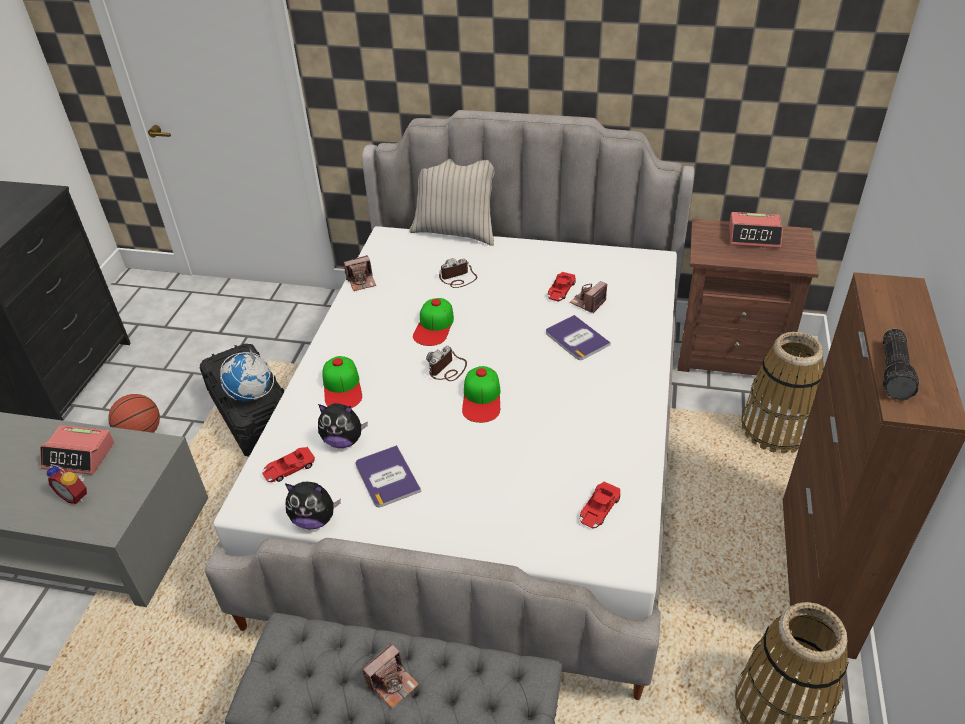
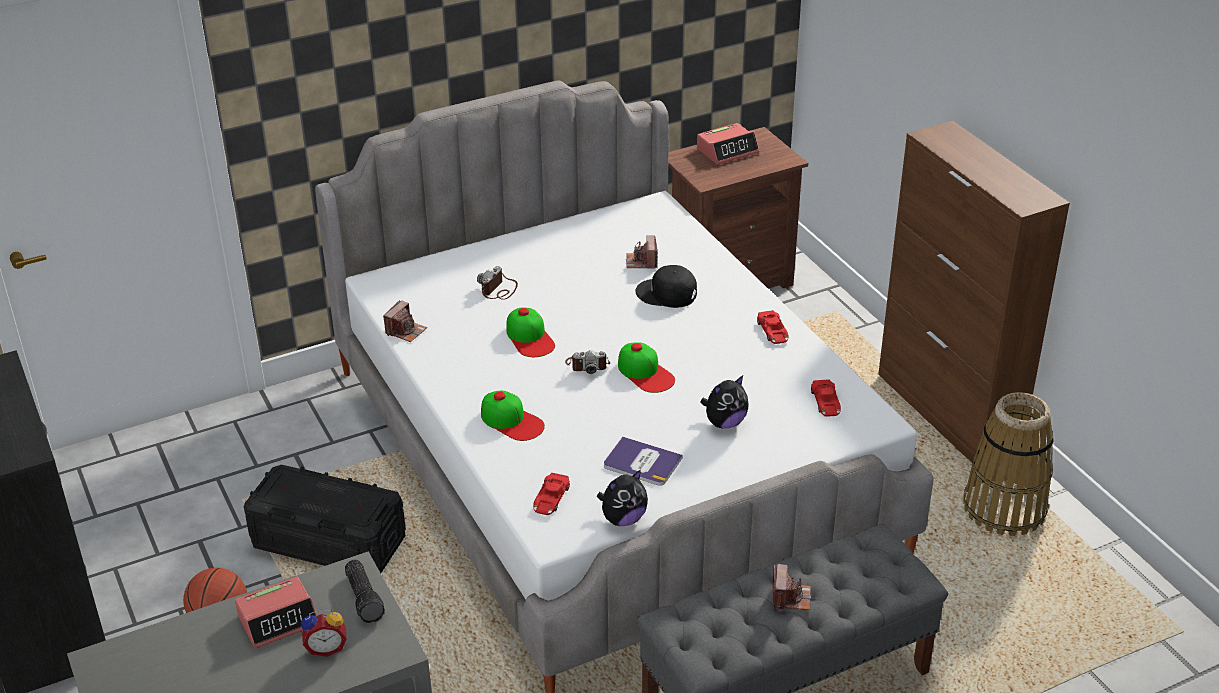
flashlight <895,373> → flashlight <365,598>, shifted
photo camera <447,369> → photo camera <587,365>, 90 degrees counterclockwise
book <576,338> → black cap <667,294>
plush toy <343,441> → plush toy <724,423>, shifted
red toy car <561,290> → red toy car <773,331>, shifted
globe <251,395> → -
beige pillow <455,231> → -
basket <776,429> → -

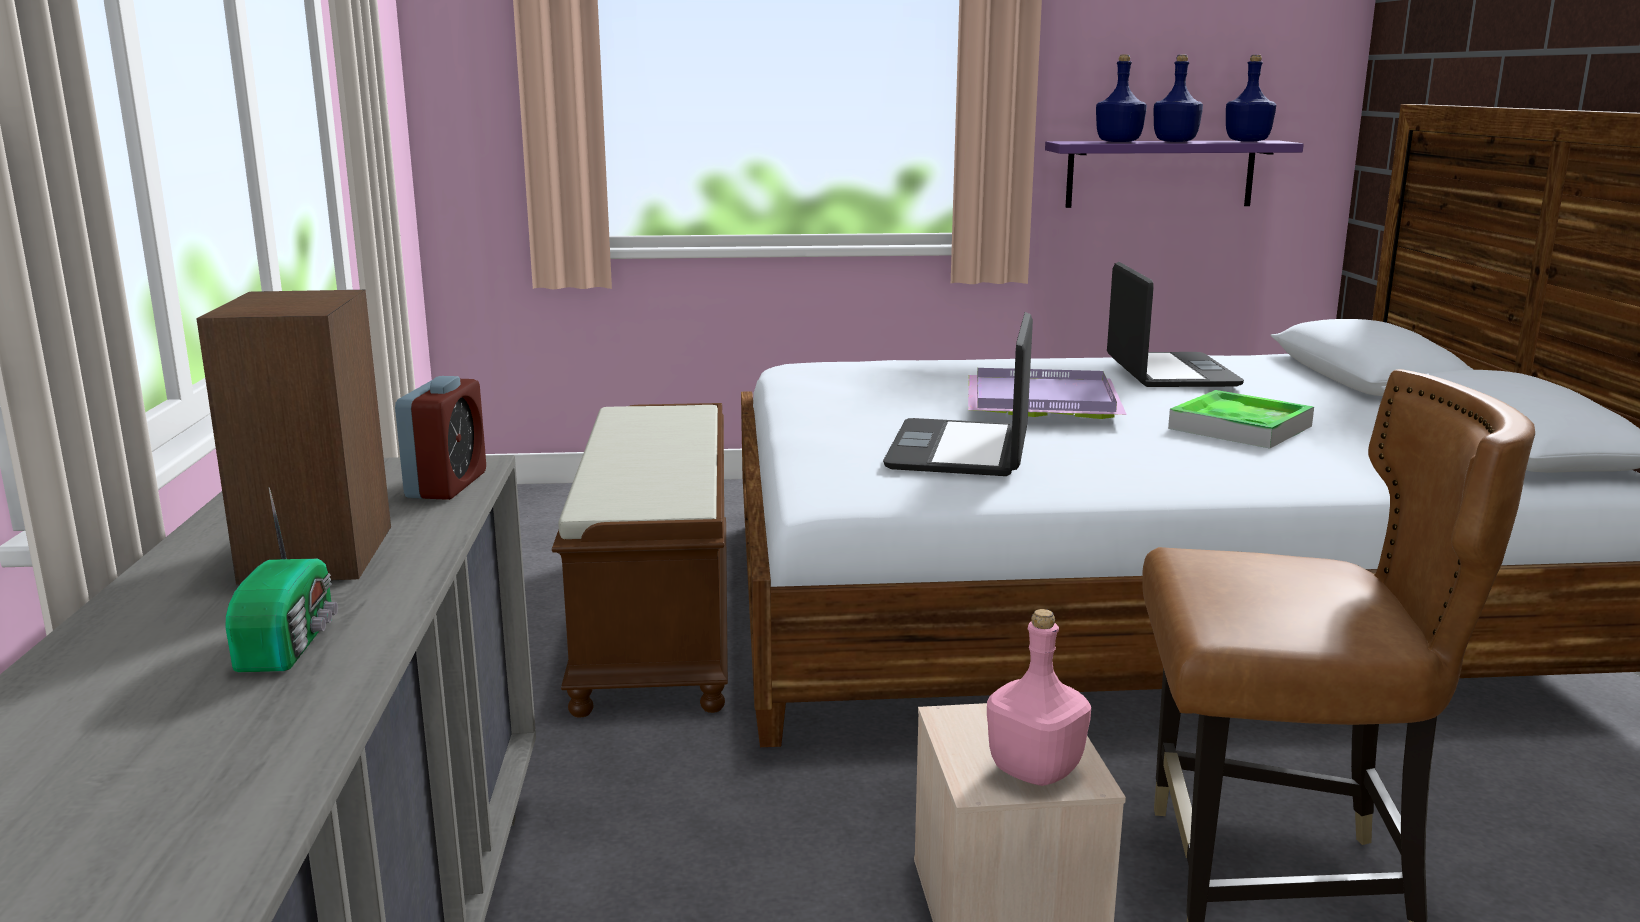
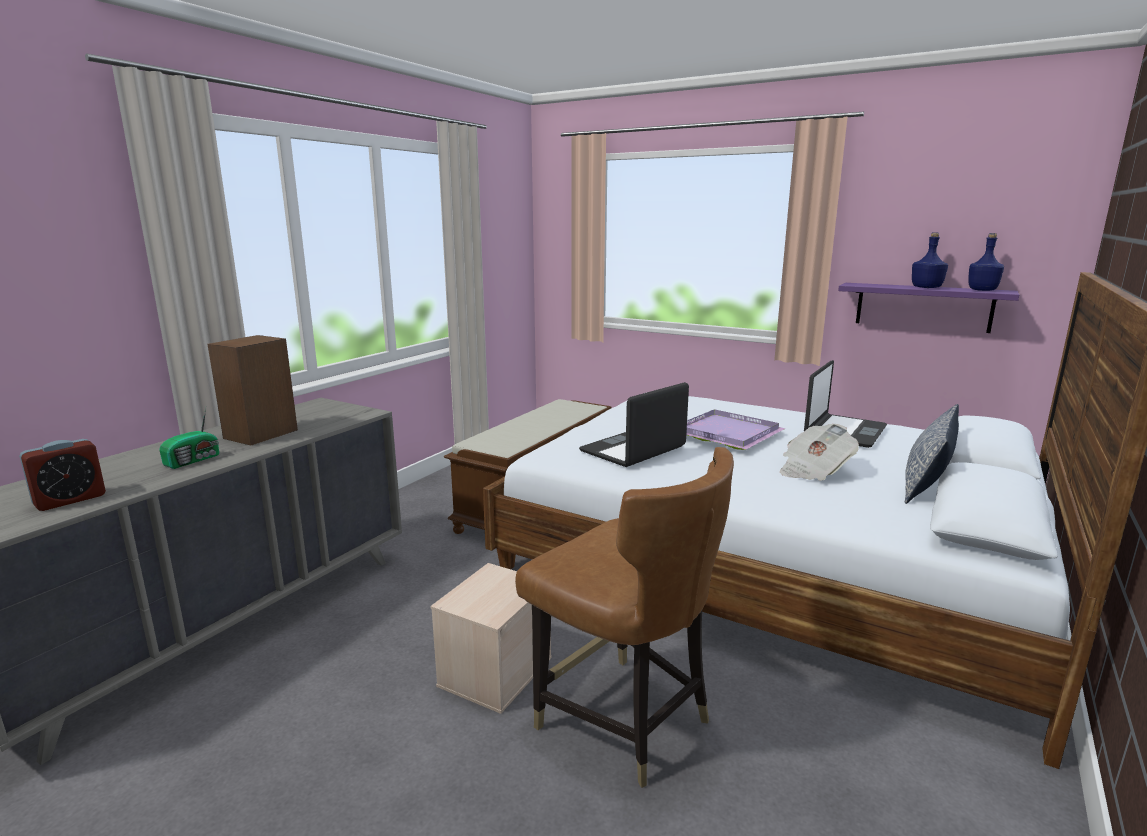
alarm clock <447,485> → alarm clock <70,500>, shifted
tray <1240,427> → newspaper <813,471>
- → pillow <927,480>
pink bottle <1035,769> → -
blue bottle <1118,142> → -

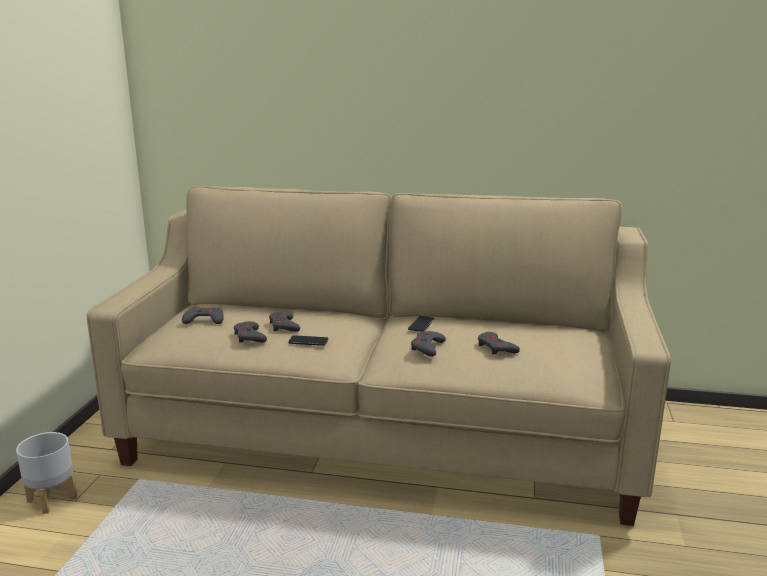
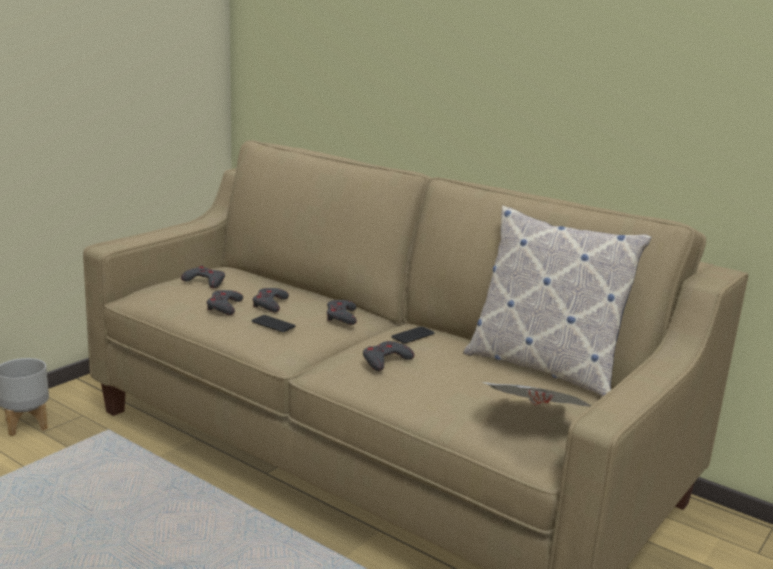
grey game controller <496,348> → grey game controller <341,316>, shifted
- → pillow <544,367>
- → newspaper <535,421>

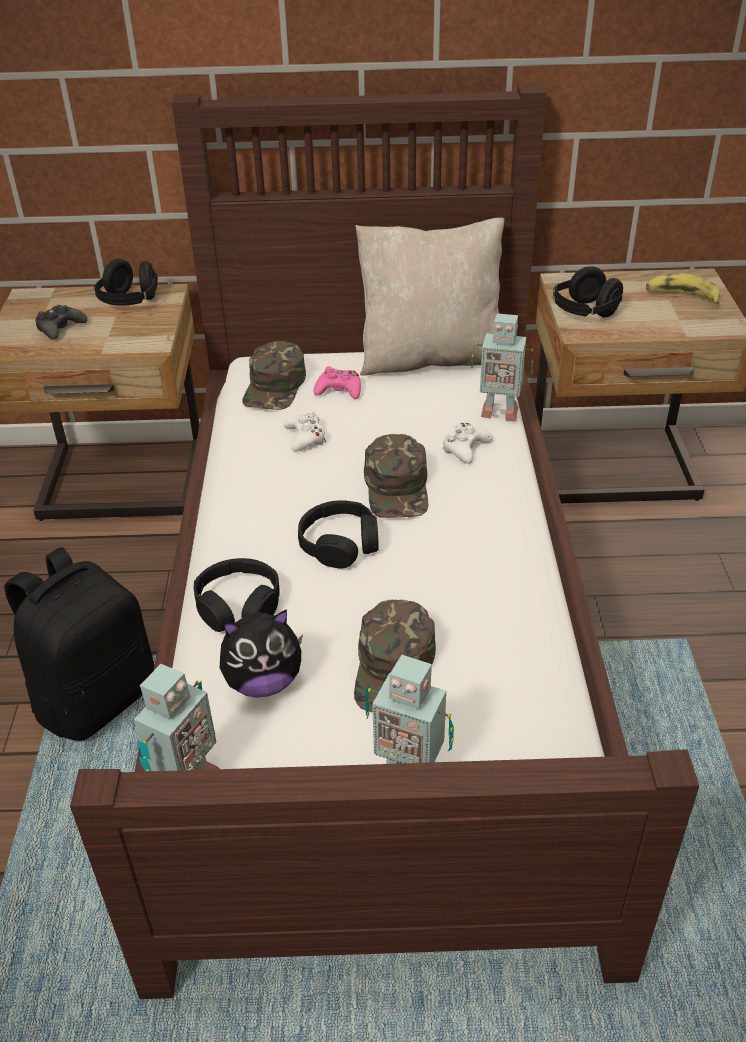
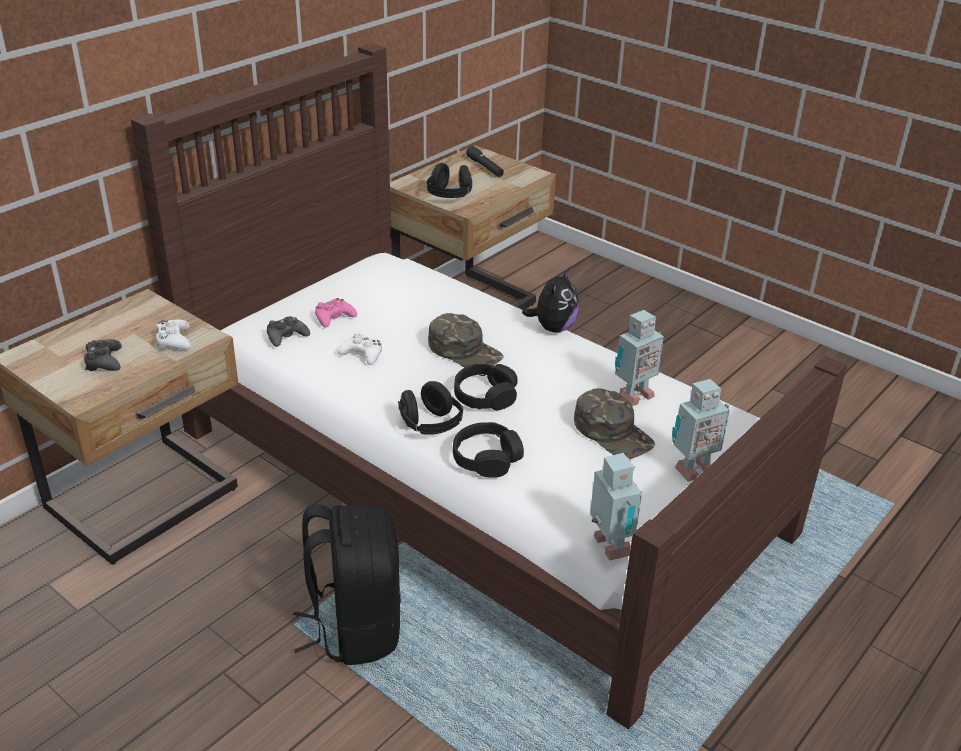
white game controller <465,448> → white game controller <173,341>, shifted
green cap <275,386> → black game controller <286,336>
black headphones <129,302> → black headphones <430,426>, shifted
banana <681,297> → black flashlight <485,167>
plush toy <263,682> → plush toy <553,328>, shifted
toy robot <498,411> → toy robot <632,395>, shifted
beige pillow <430,358> → -

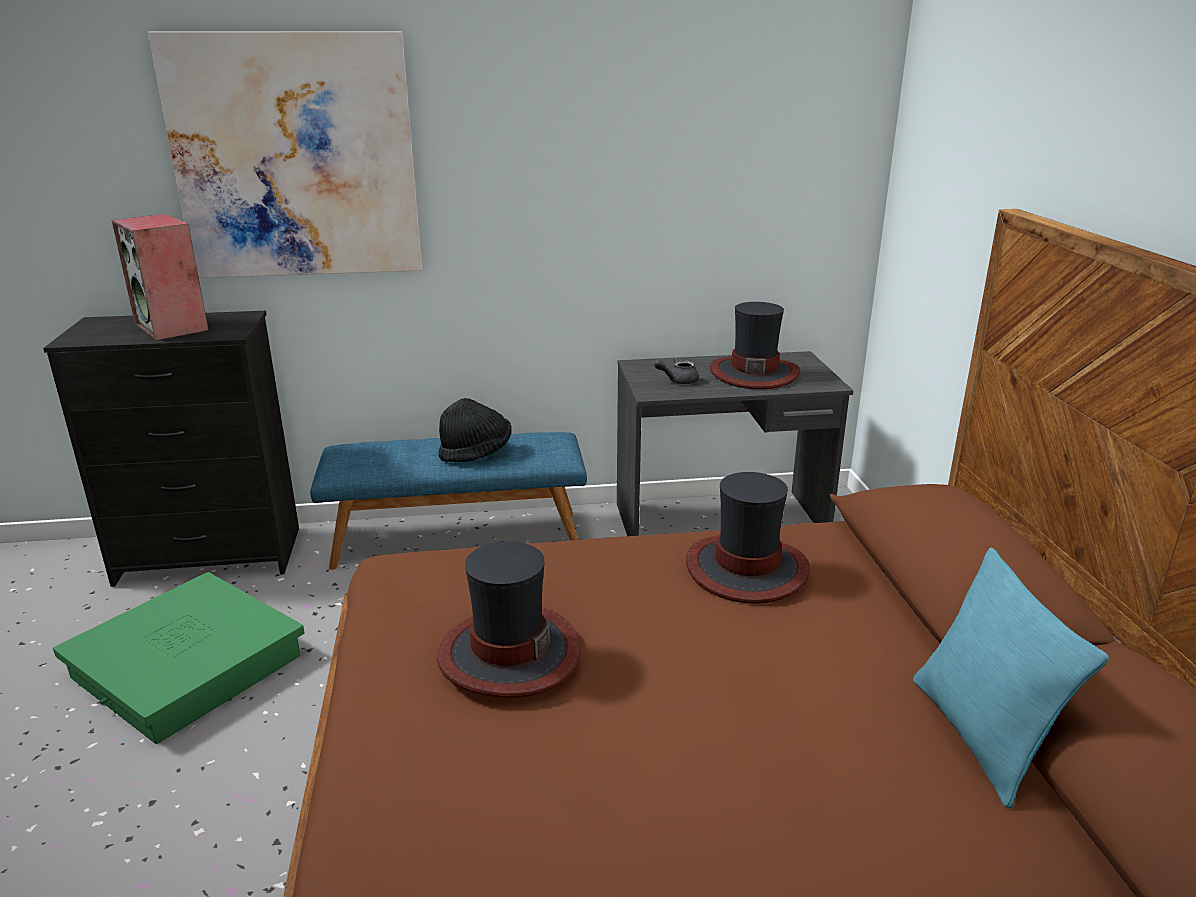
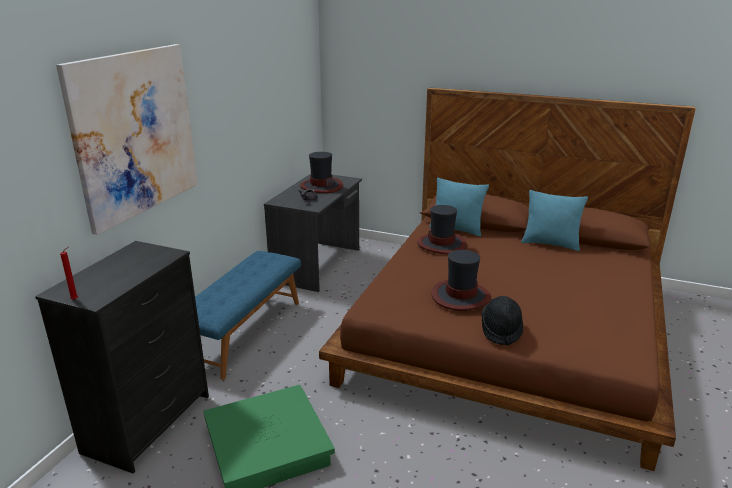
- → red candle <76,299>
- → turquoise pillow <456,229>
black hat <476,453> → black hat <501,331>, shifted
speaker <173,327> → -

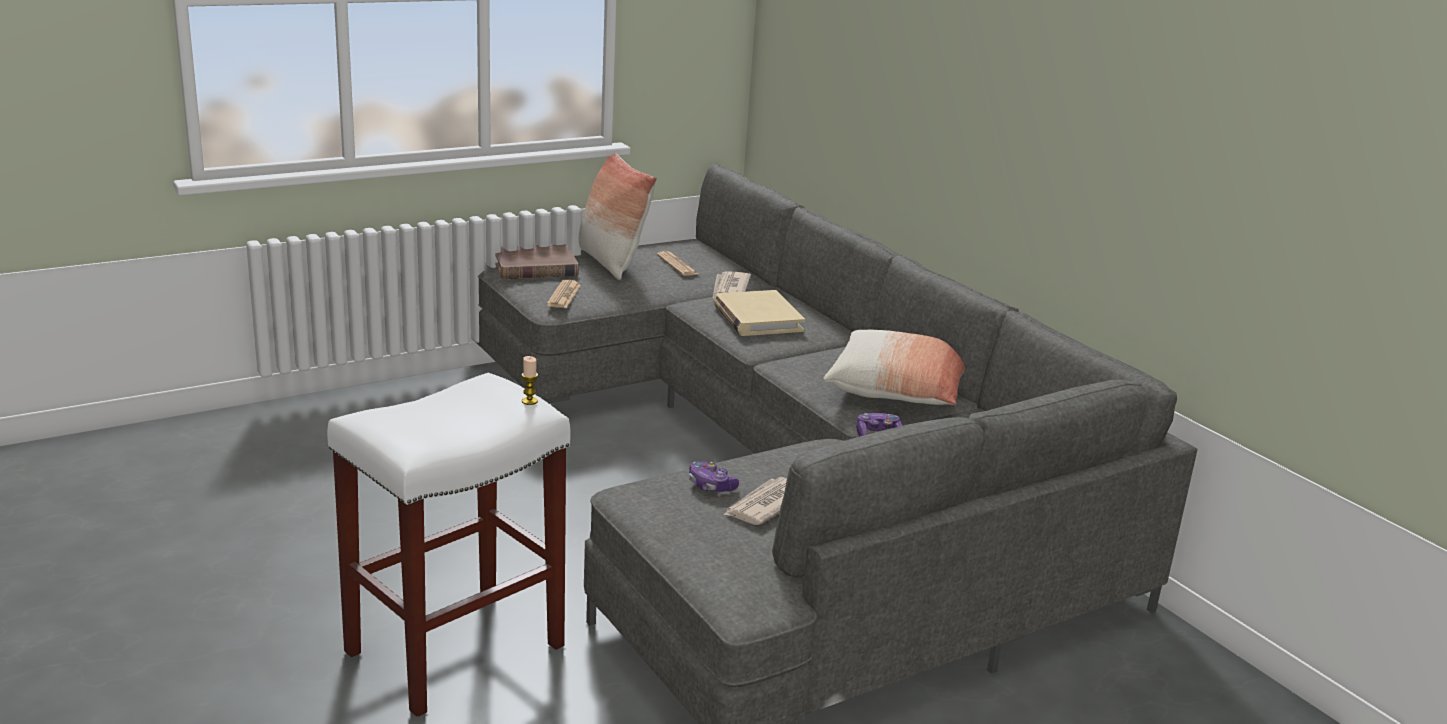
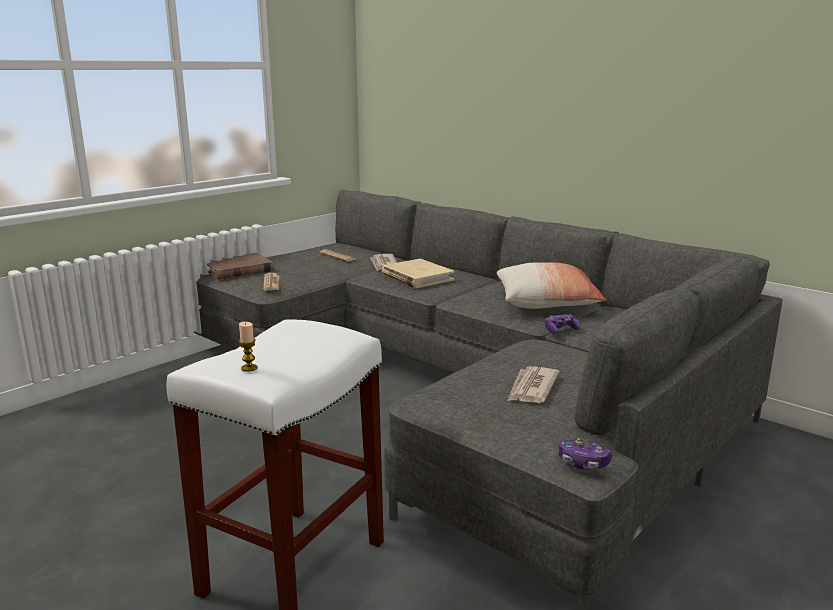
candle <529,401> → candle <249,368>, shifted
game controller <711,485> → game controller <583,463>, shifted
pillow <610,262> → -

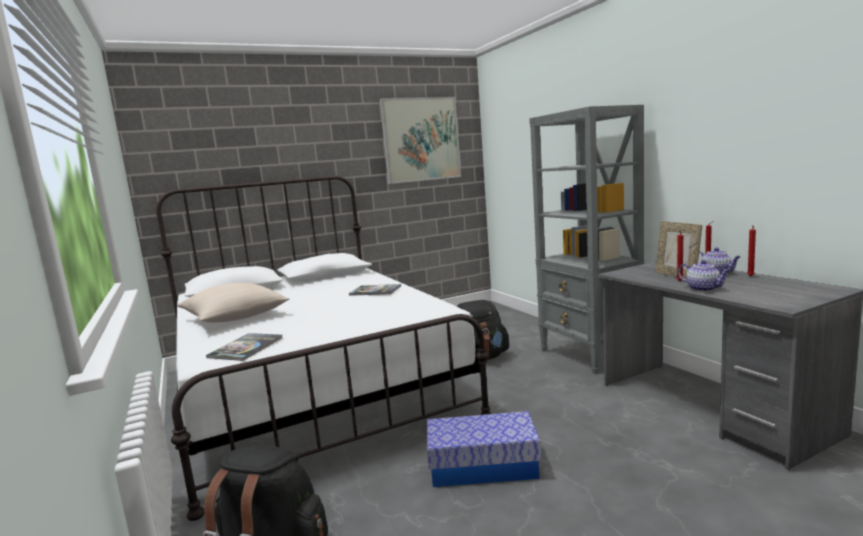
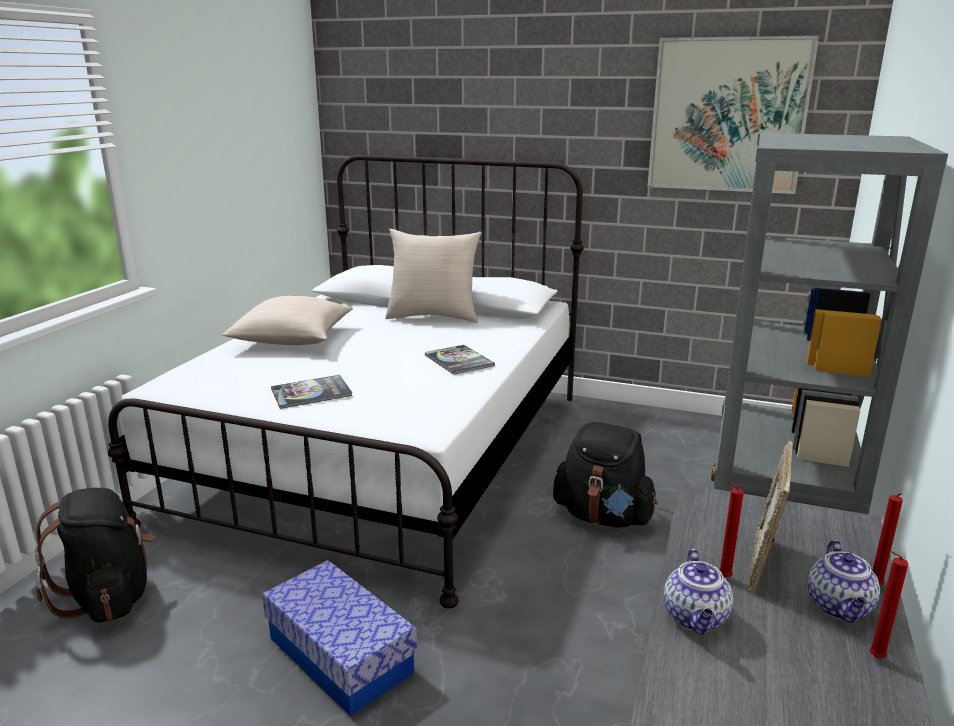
book <246,347> → book <311,393>, shifted
- → beige pillow <433,316>

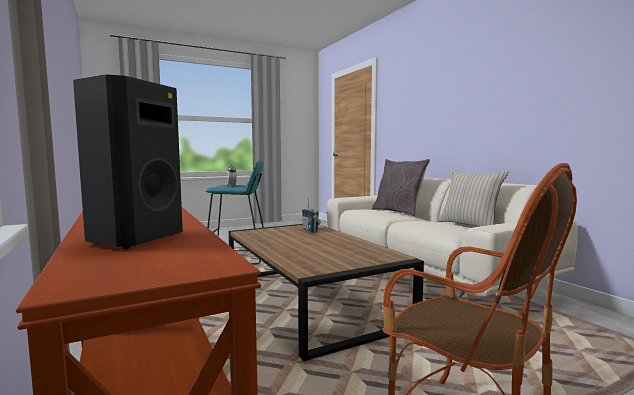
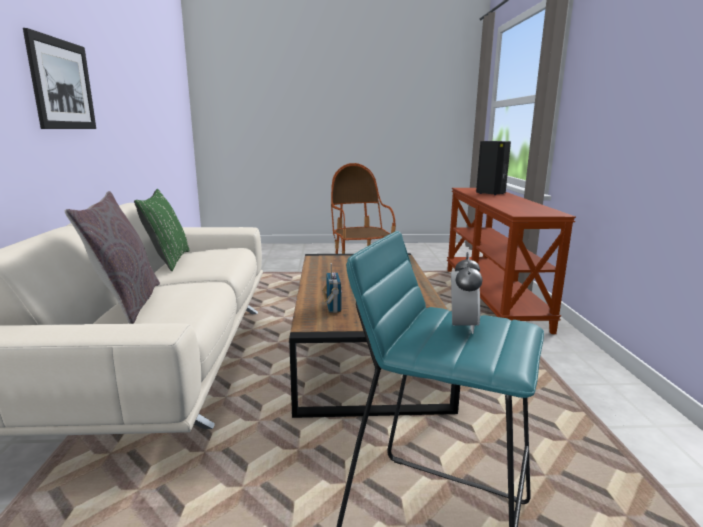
- → picture <62,84>
beige pillow <469,225> → green pillow <168,261>

